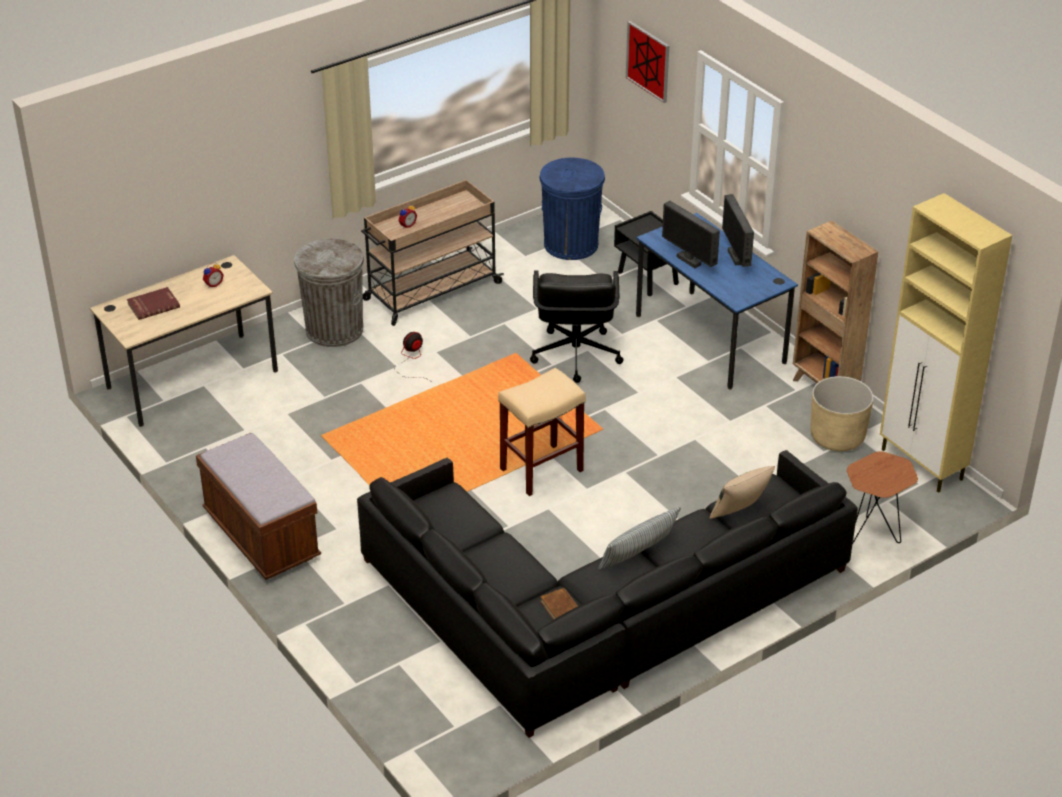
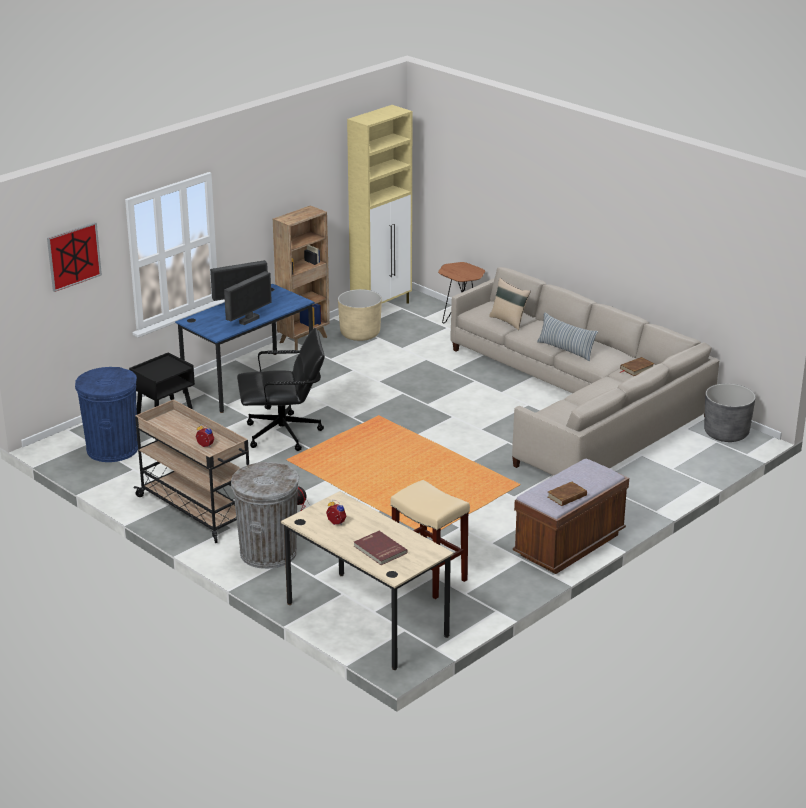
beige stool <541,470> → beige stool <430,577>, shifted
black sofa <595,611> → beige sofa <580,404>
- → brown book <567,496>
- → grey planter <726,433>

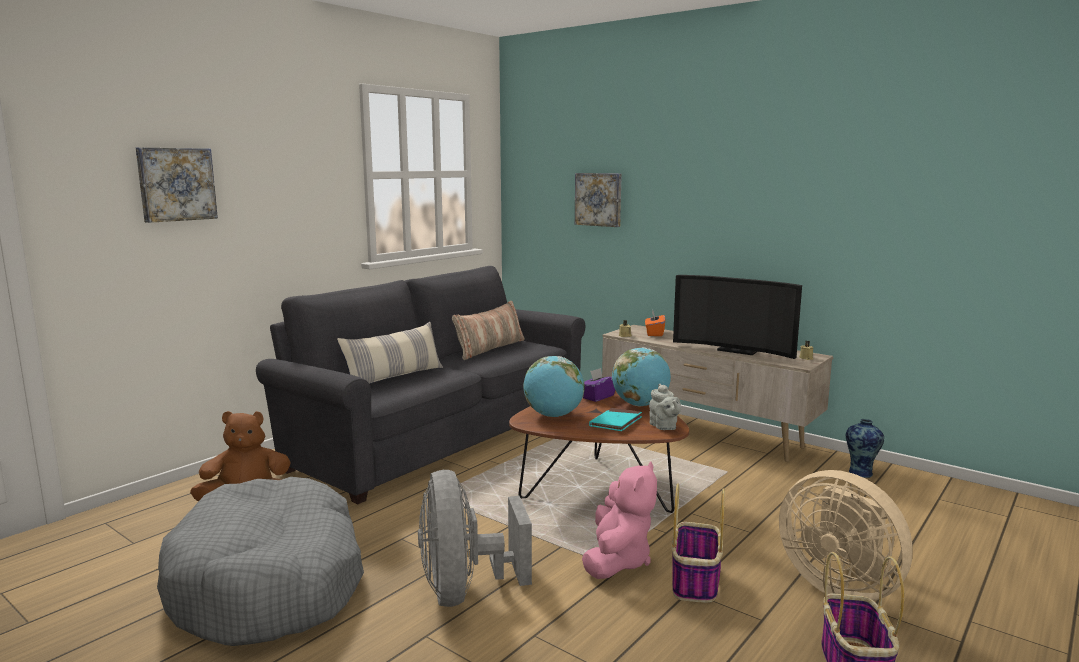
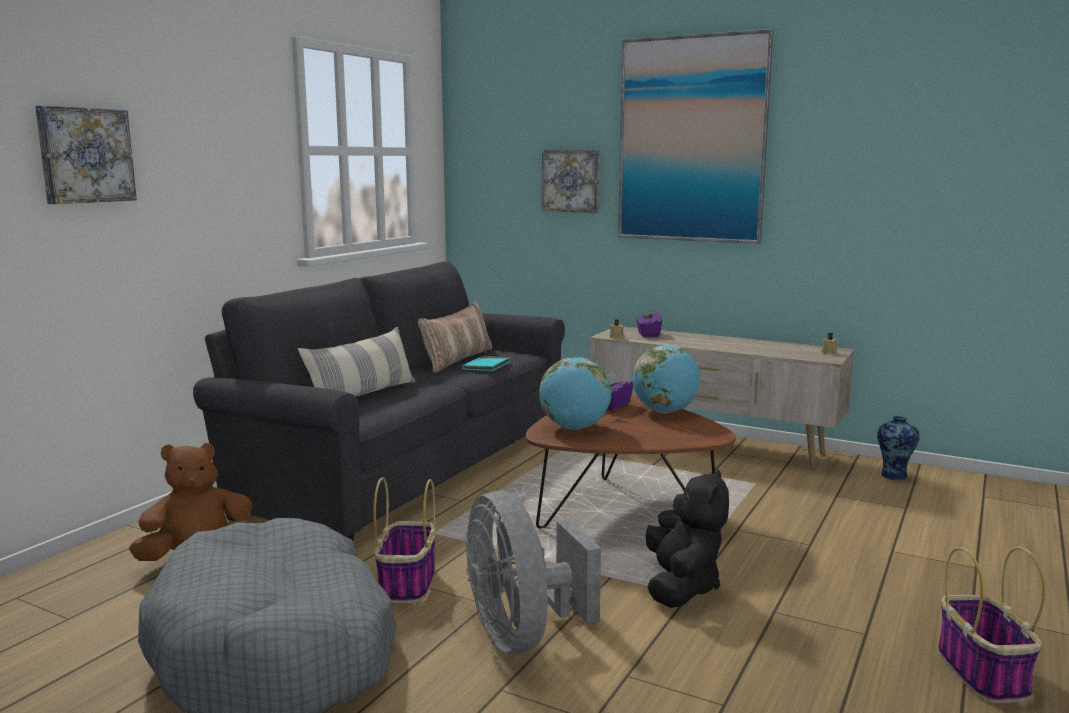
basket <695,582> → basket <407,584>, shifted
turquoise book <616,422> → turquoise book <486,366>, shifted
- → picture <691,140>
orange tissue box <654,333> → purple tissue box <648,334>
pink plush toy <617,561> → black plush toy <681,587>
grey teapot <664,427> → -
television <737,350> → -
beige fan <839,586> → -

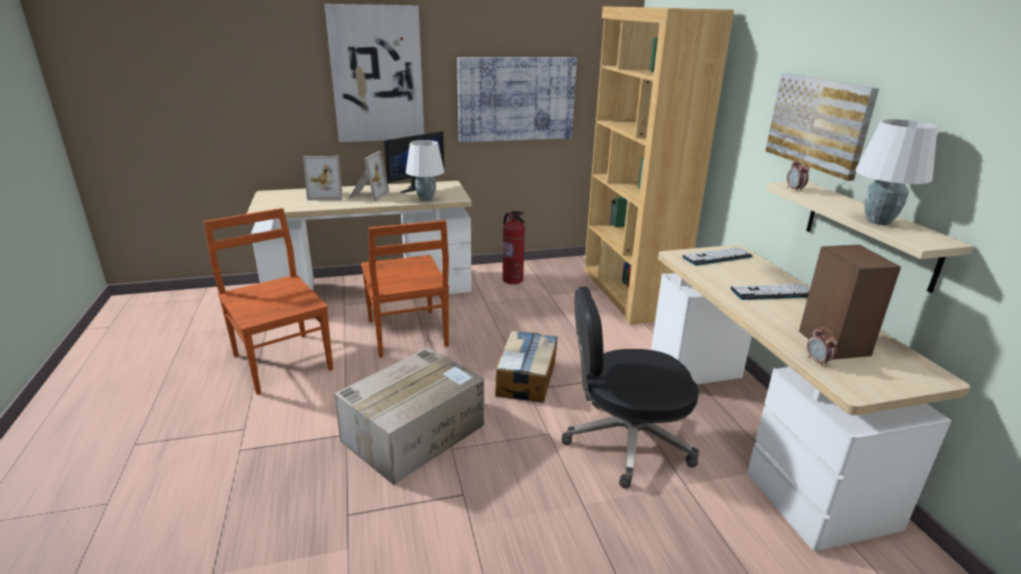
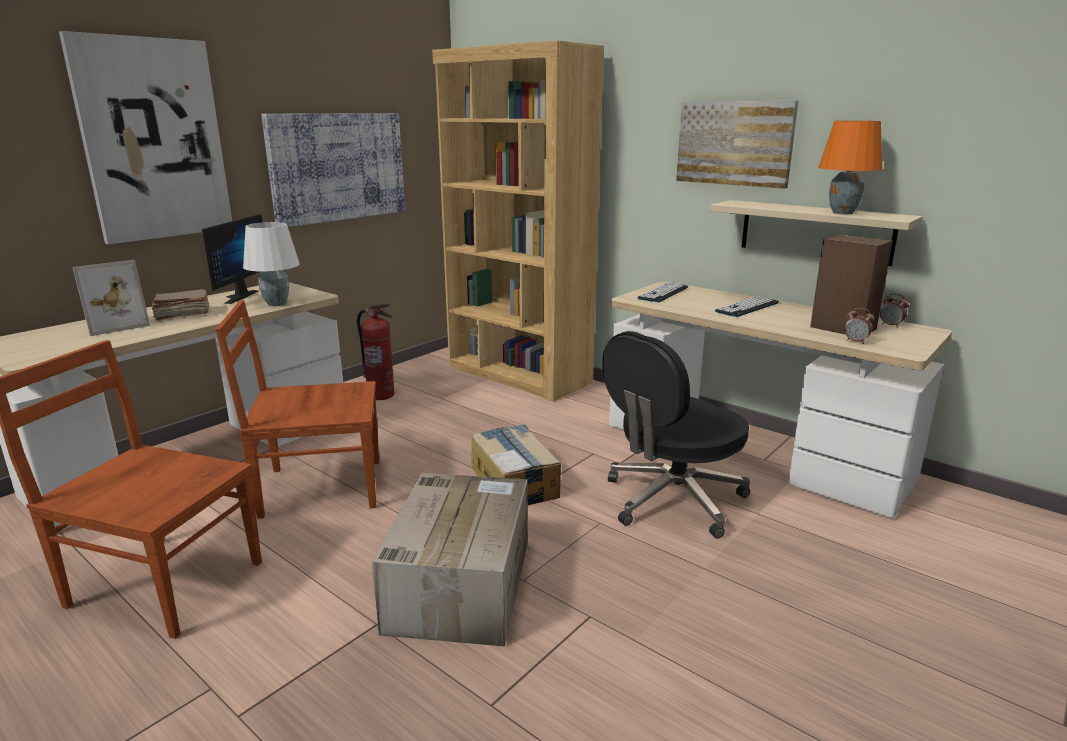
picture frame <367,195> → brown book <182,314>
brown chair <407,334> → brown chair <318,488>, 135 degrees clockwise
white table lamp <878,222> → orange table lamp <843,213>
alarm clock <794,189> → alarm clock <891,325>, shifted

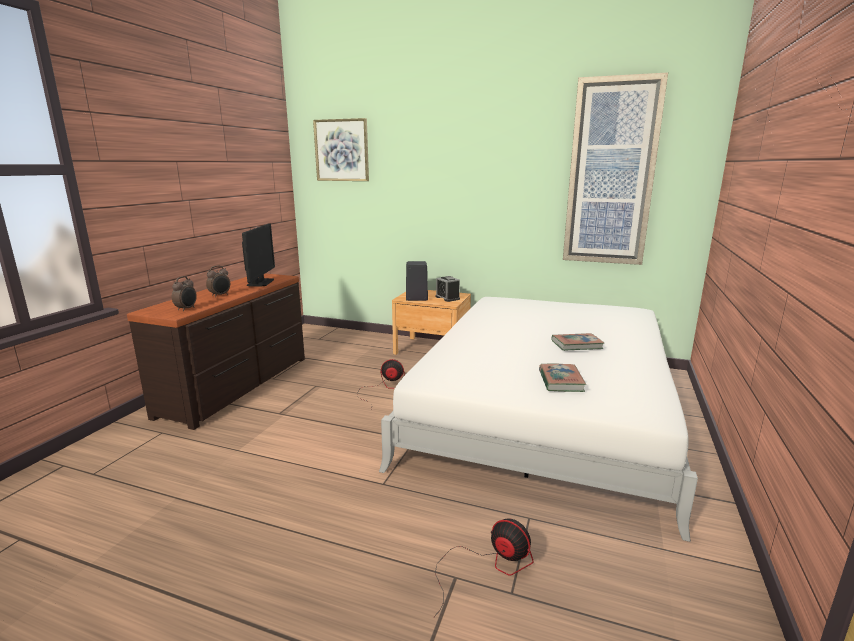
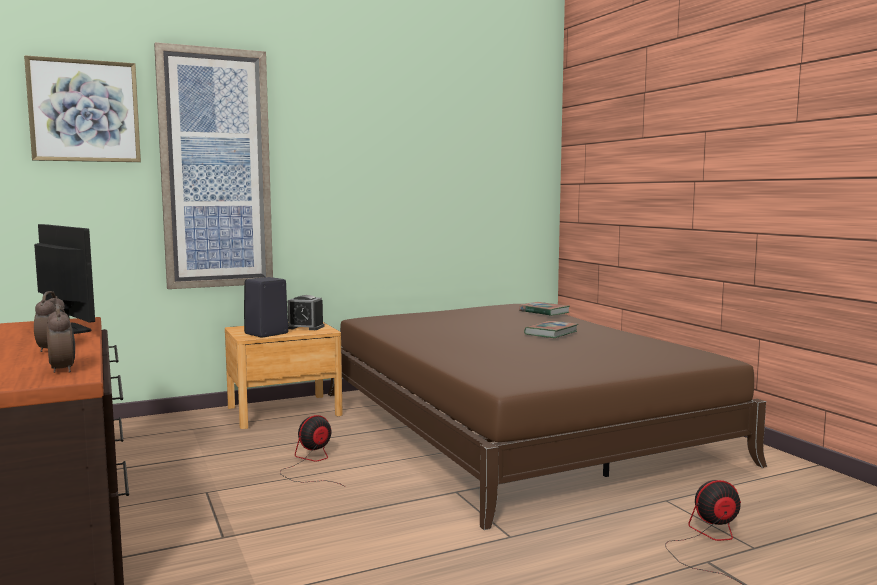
picture <611,173> → picture <216,169>, shifted
white bed <544,409> → brown bed <514,425>
book <560,381> → book <544,312>, shifted

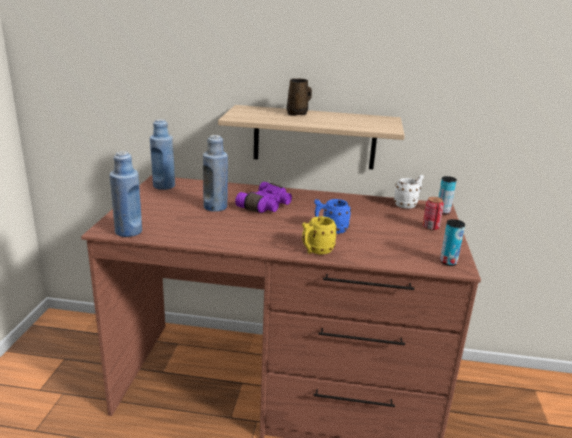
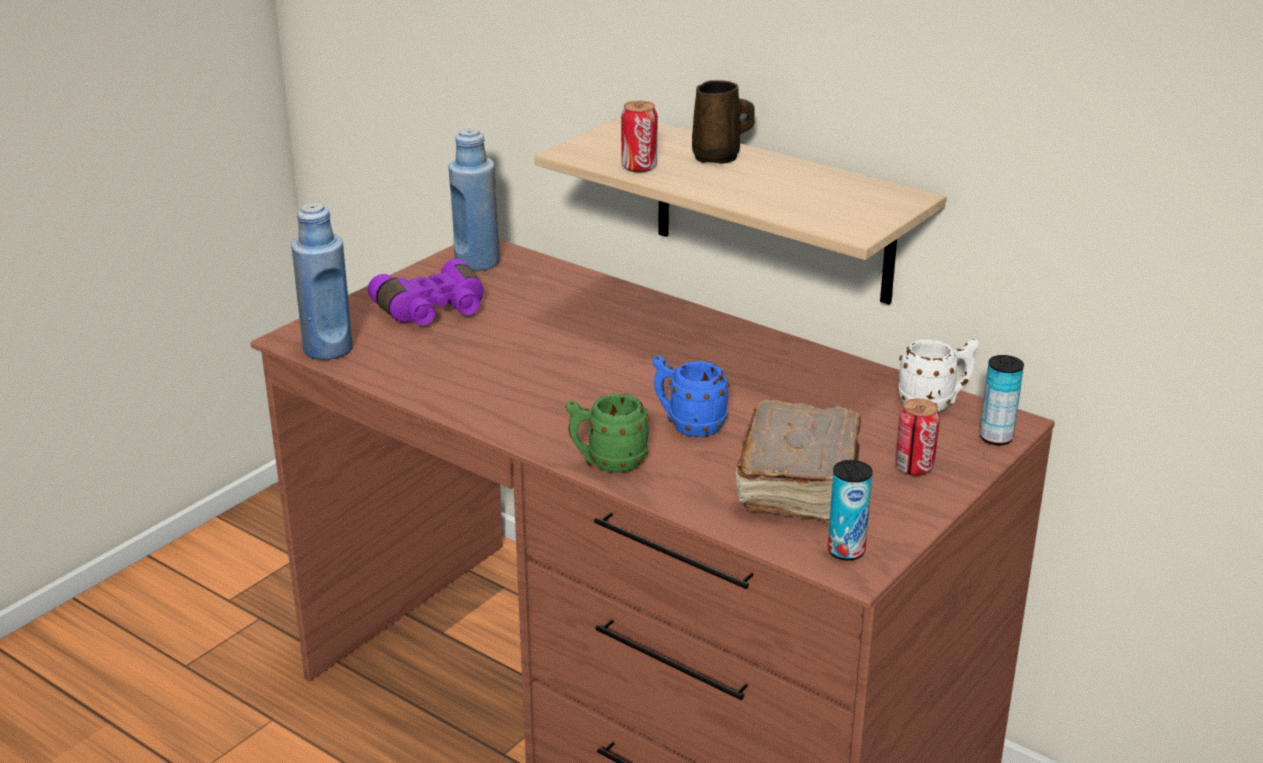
purple binoculars <266,206> → purple binoculars <433,311>, shifted
yellow mug <316,251> → green mug <607,463>
- → can <639,167>
- → brown book <800,484>
blue bottle <215,207> → -

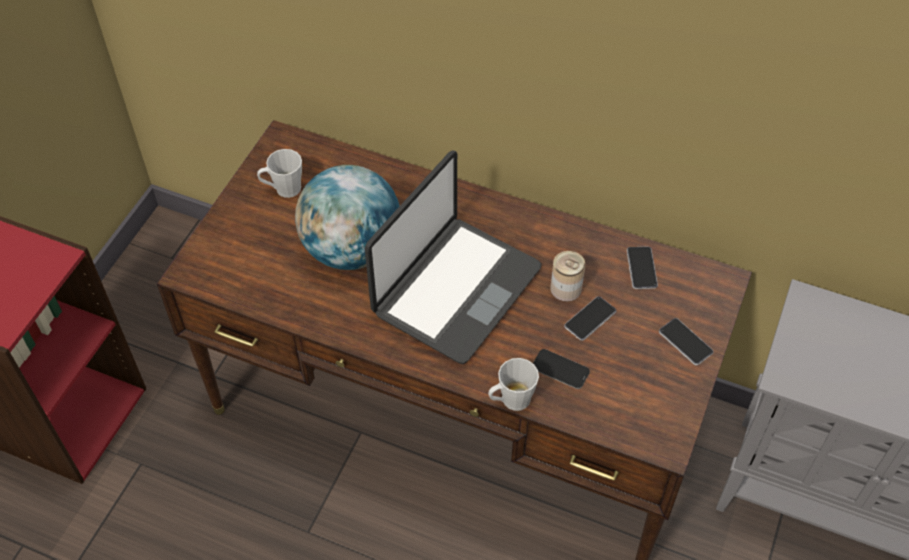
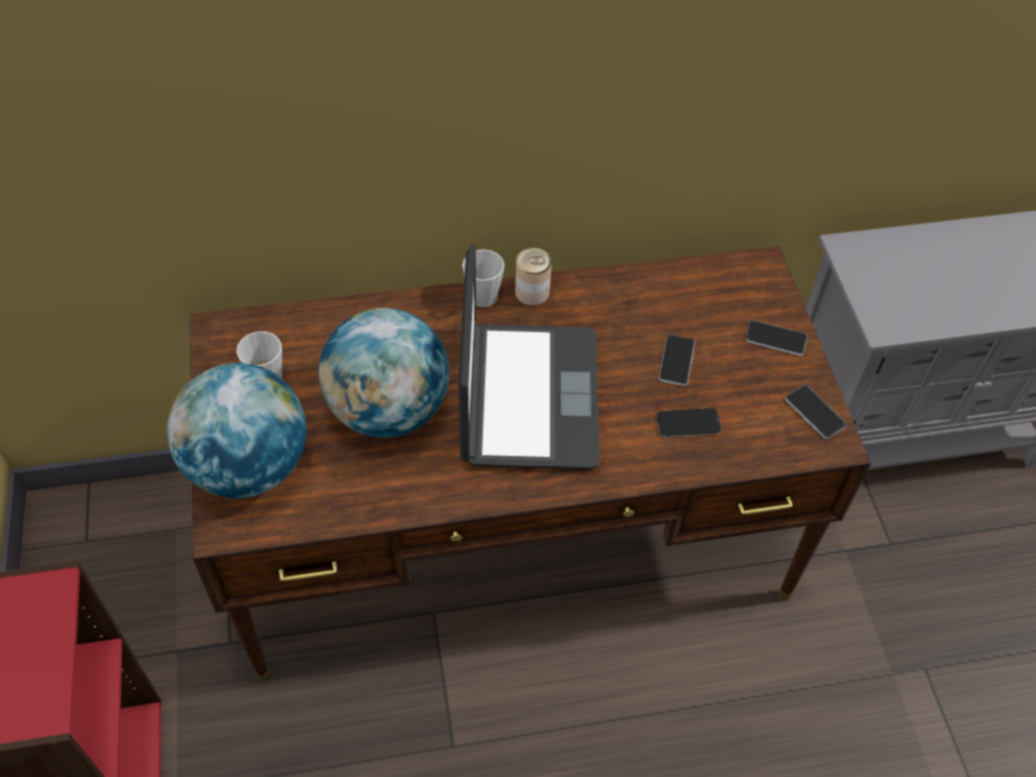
- → globe <248,466>
grey mug <511,400> → grey mug <480,300>, shifted
can <566,288> → can <532,292>, shifted
phone <641,268> → phone <815,412>, shifted

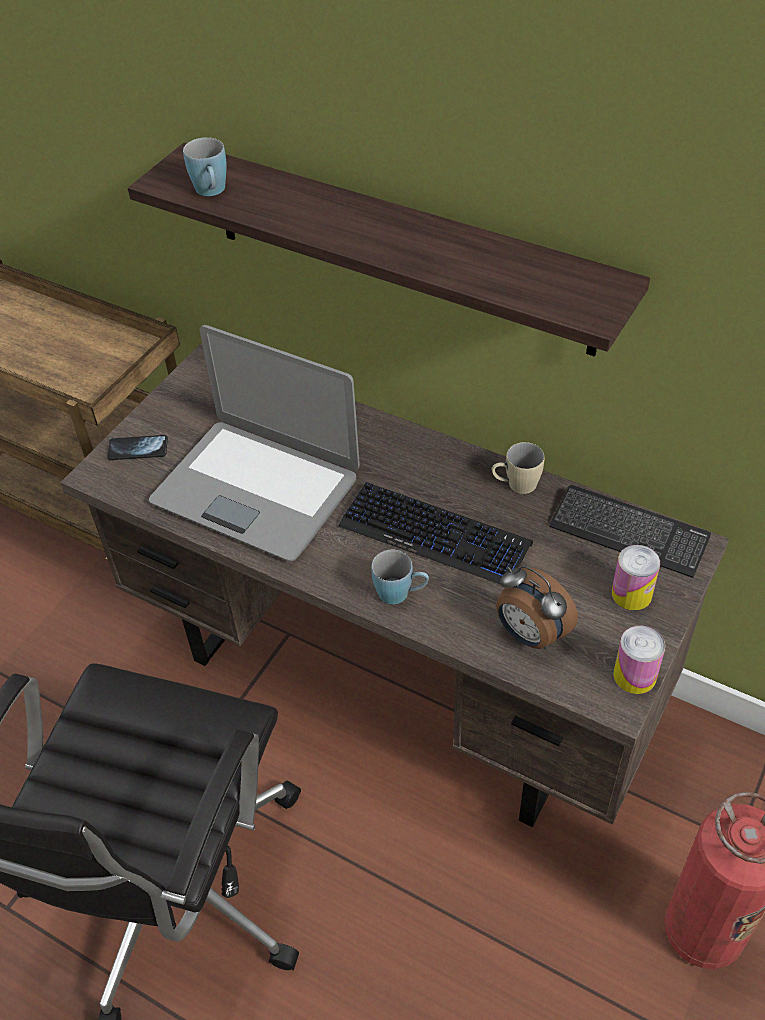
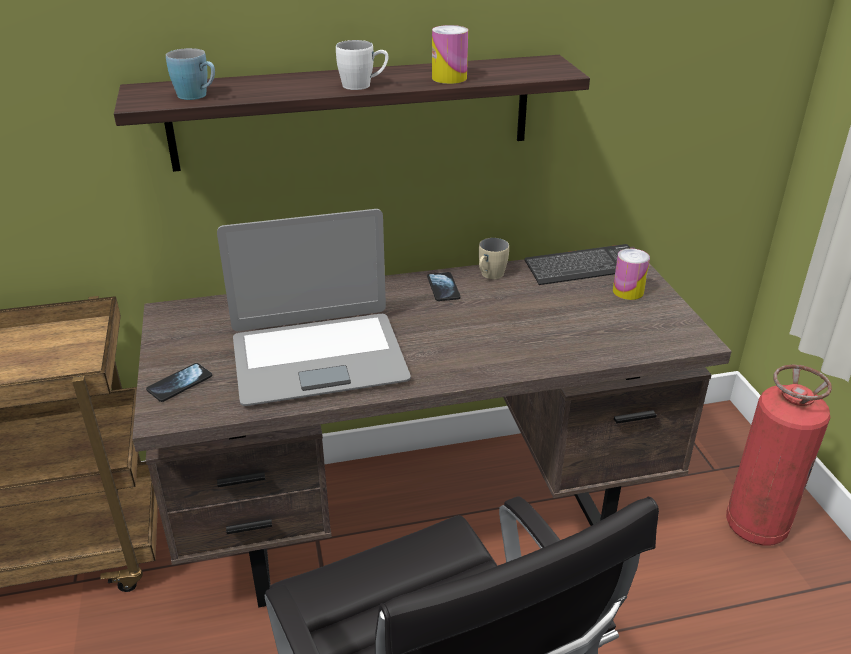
- → white mug <363,86>
- → phone <443,288>
can <634,675> → can <449,78>, shifted
keyboard <435,535> → -
blue mug <401,593> → -
alarm clock <530,635> → -

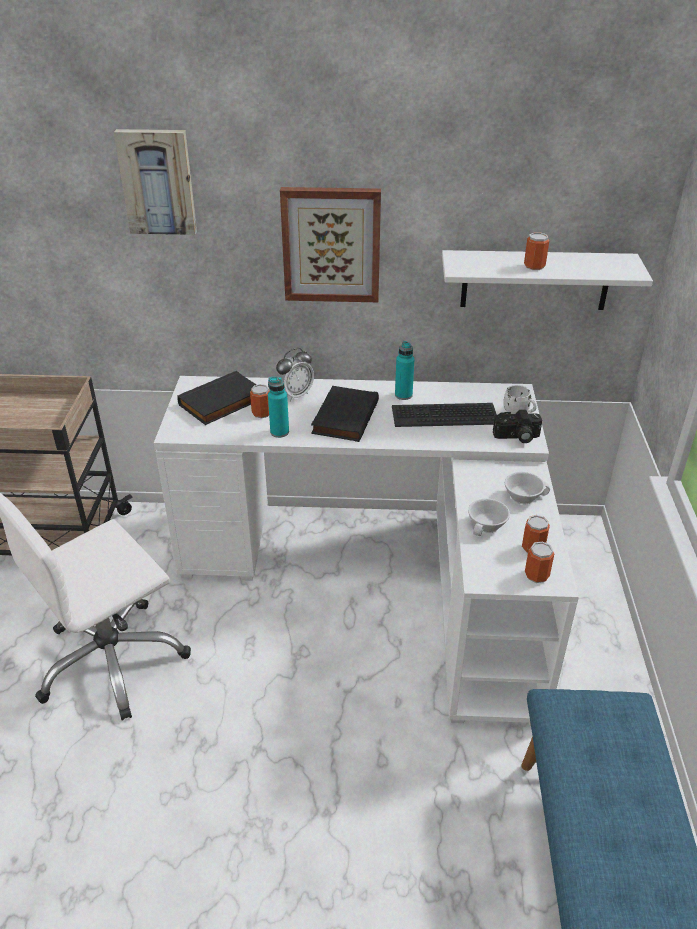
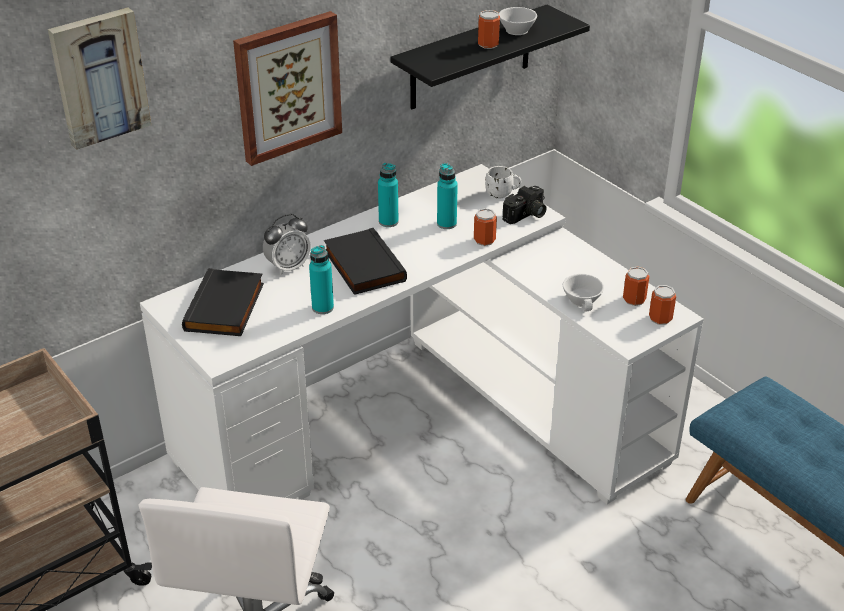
alarm clock <295,395> → alarm clock <288,267>, 45 degrees clockwise
white shelf <535,280> → black shelf <470,58>
keyboard <444,415> → turquoise bottle <446,224>
can <261,413> → can <484,240>, shifted
white cup <523,496> → white cup <516,29>, shifted

